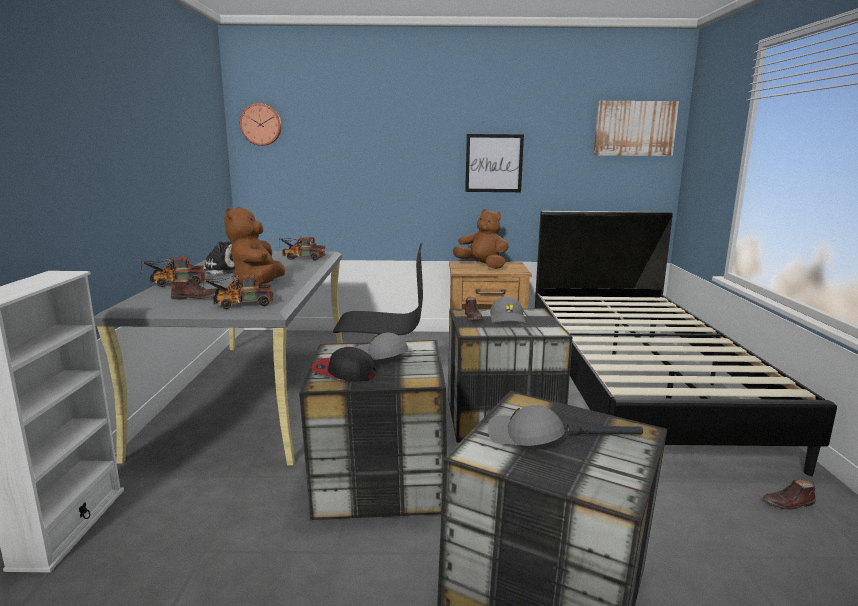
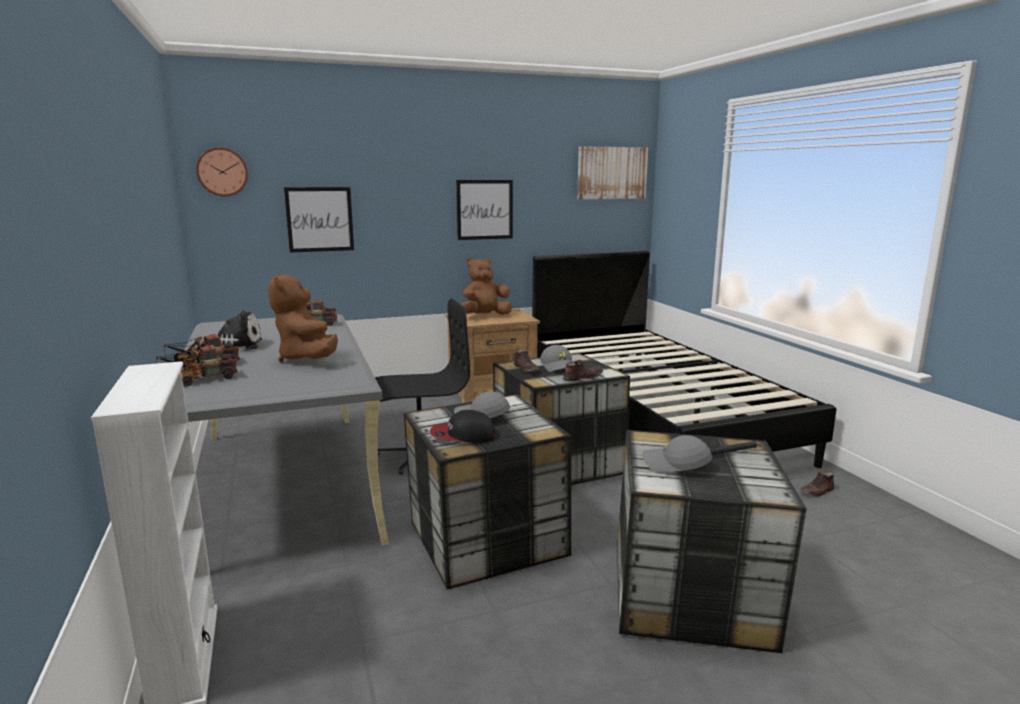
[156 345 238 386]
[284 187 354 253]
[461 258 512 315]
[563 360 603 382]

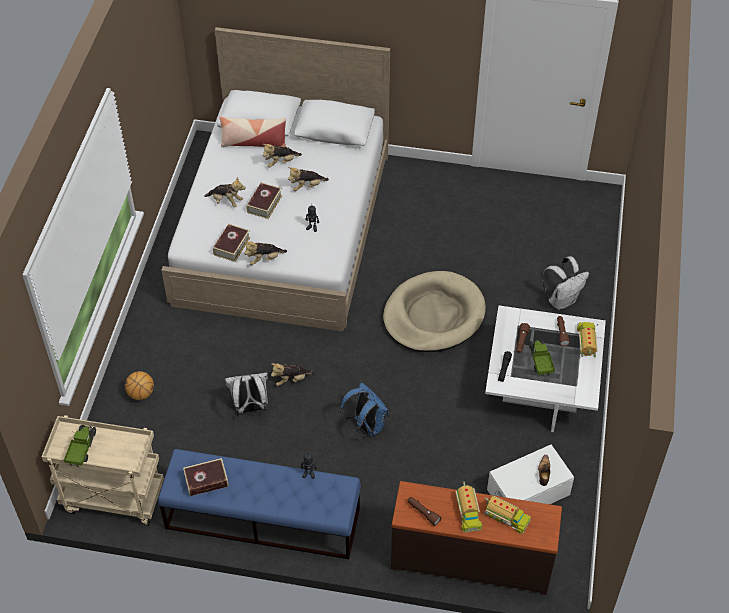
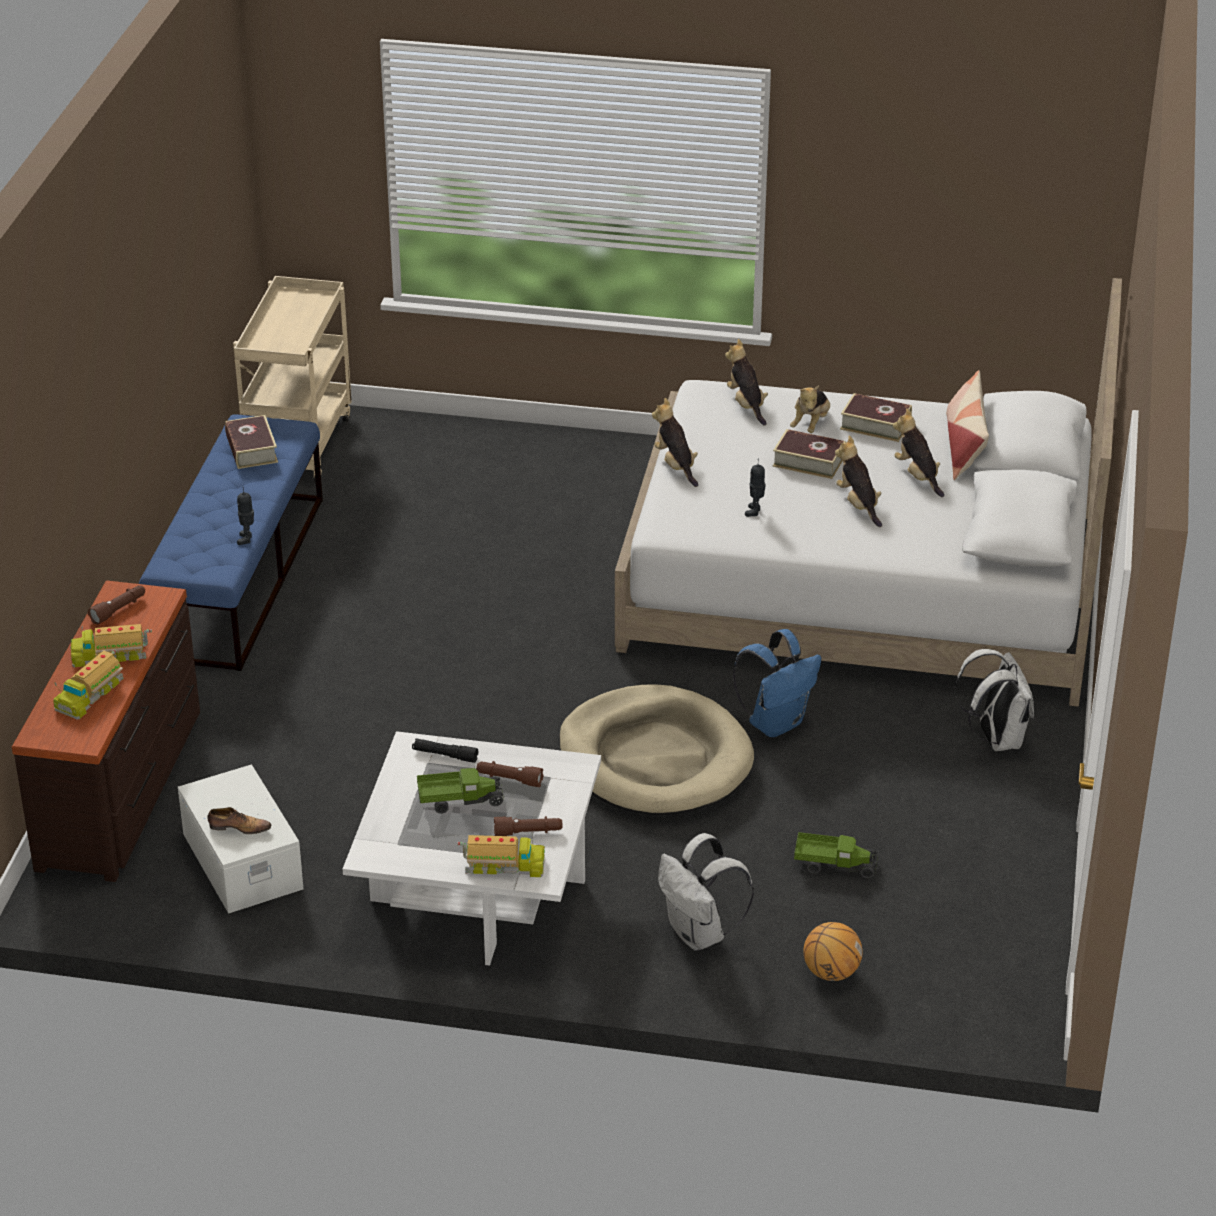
[725 339 768 426]
[733 629 821 737]
[794 832 878 878]
[803 922 863 981]
[840 393 912 442]
[954 649 1034 751]

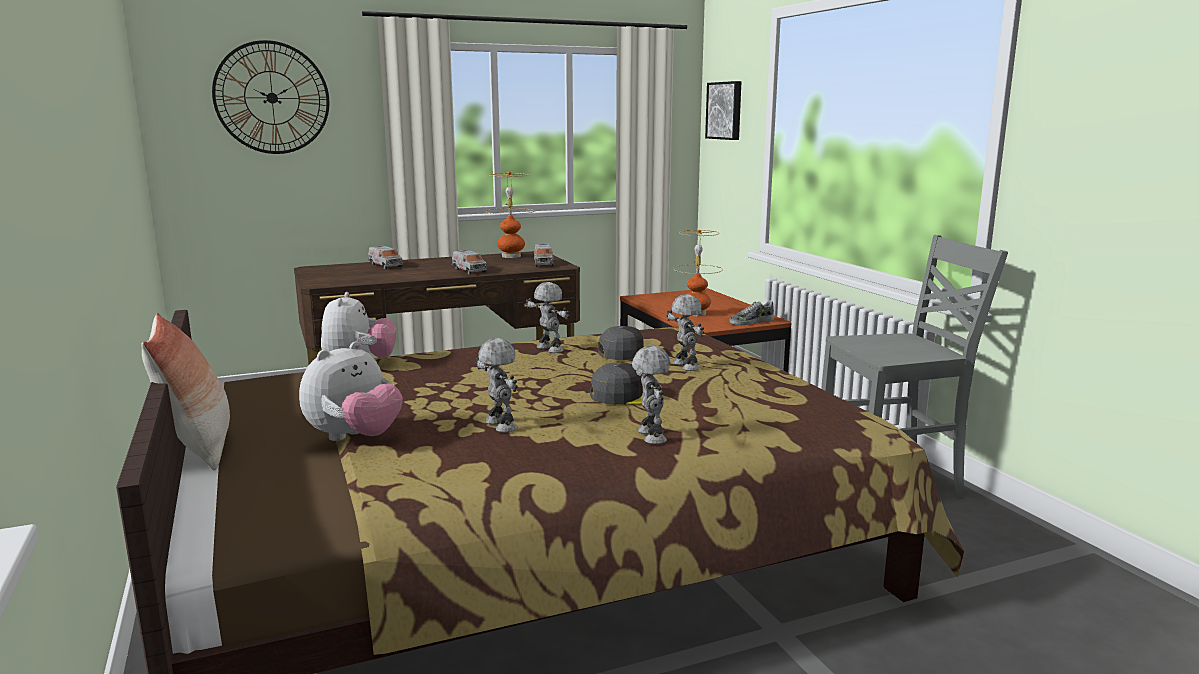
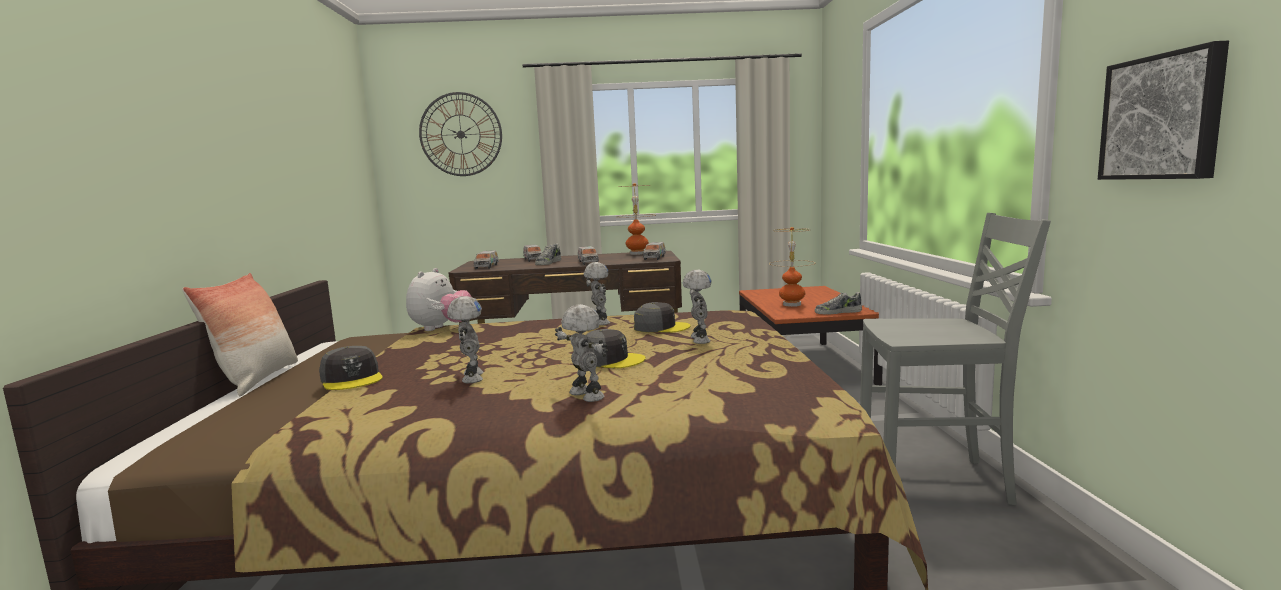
[319 346 383 390]
[474 250 499 269]
[535 244 561 265]
[555 304 608 402]
[1098 41 1229 180]

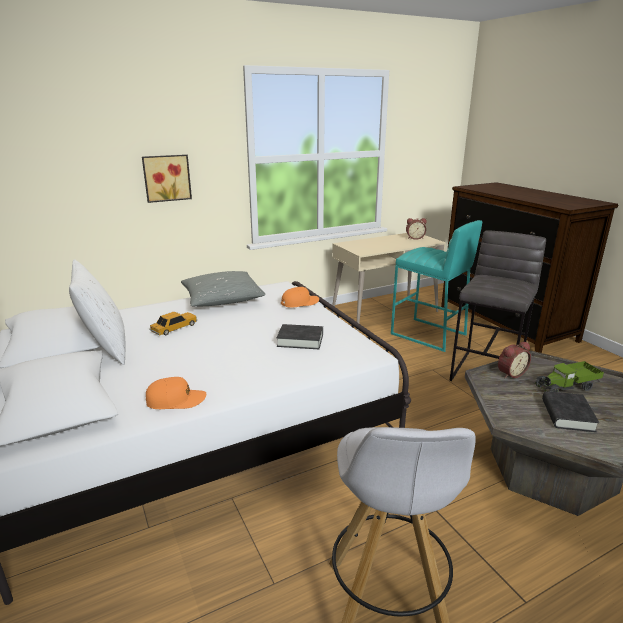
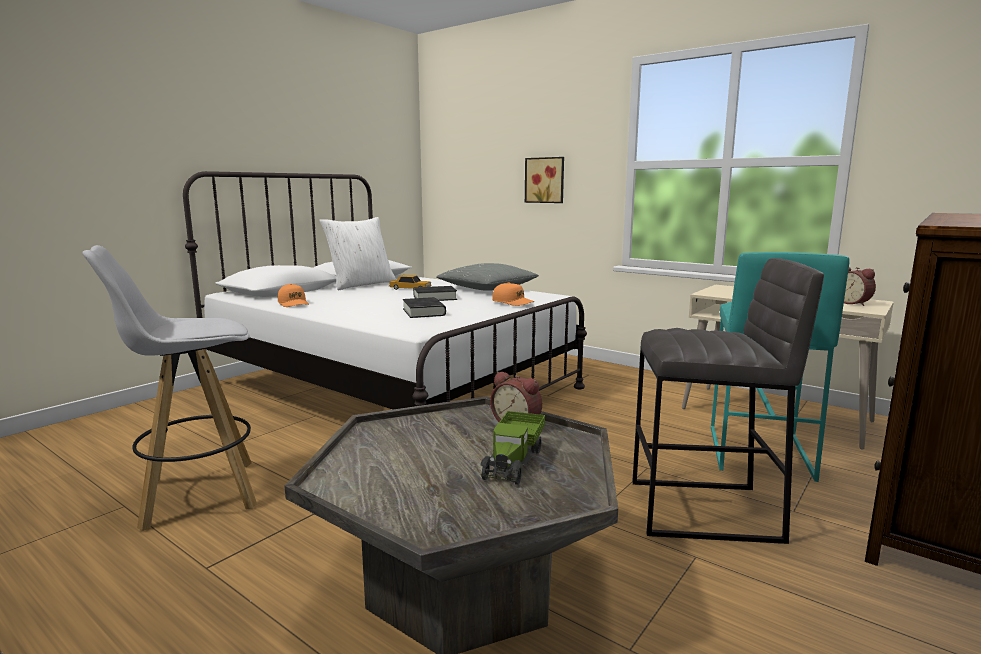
[413 286 457 301]
[481 411 545 485]

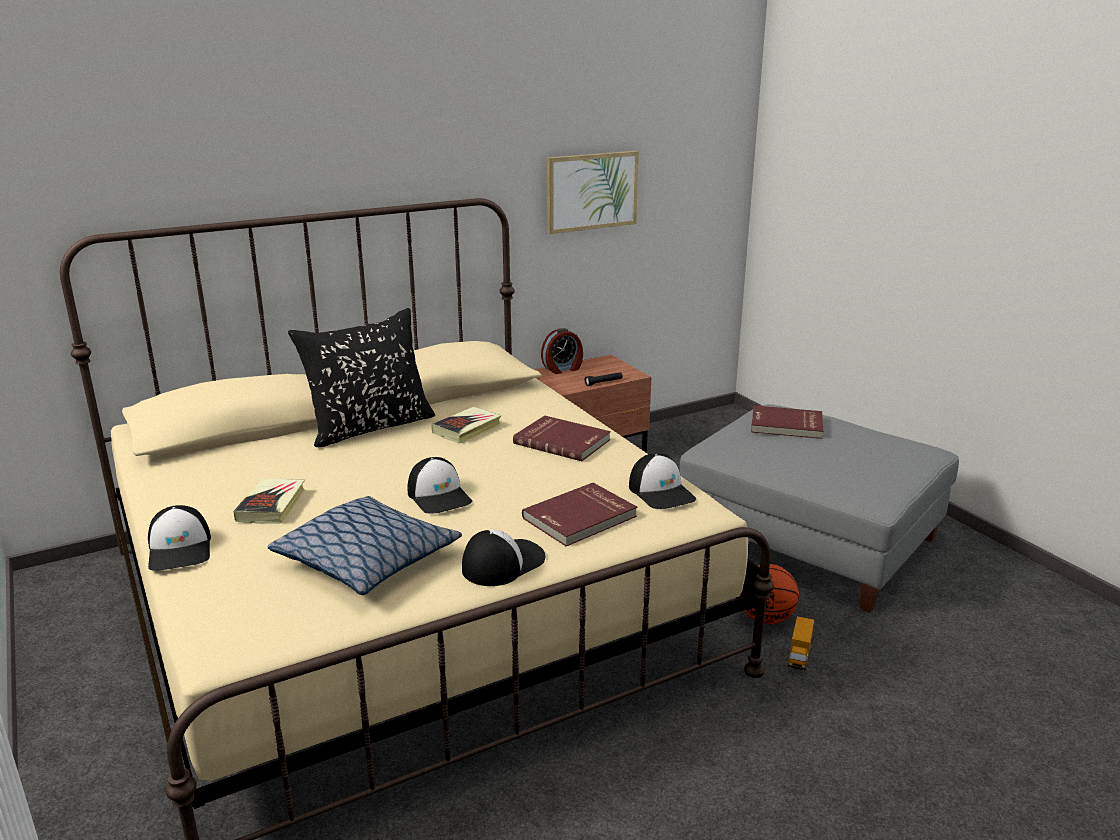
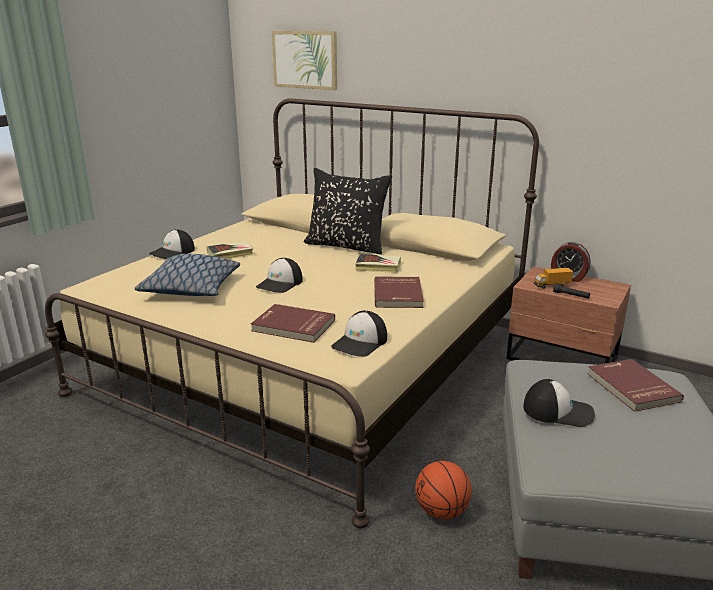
[272 31 337 90]
[523 379 595 427]
[534 268 573 289]

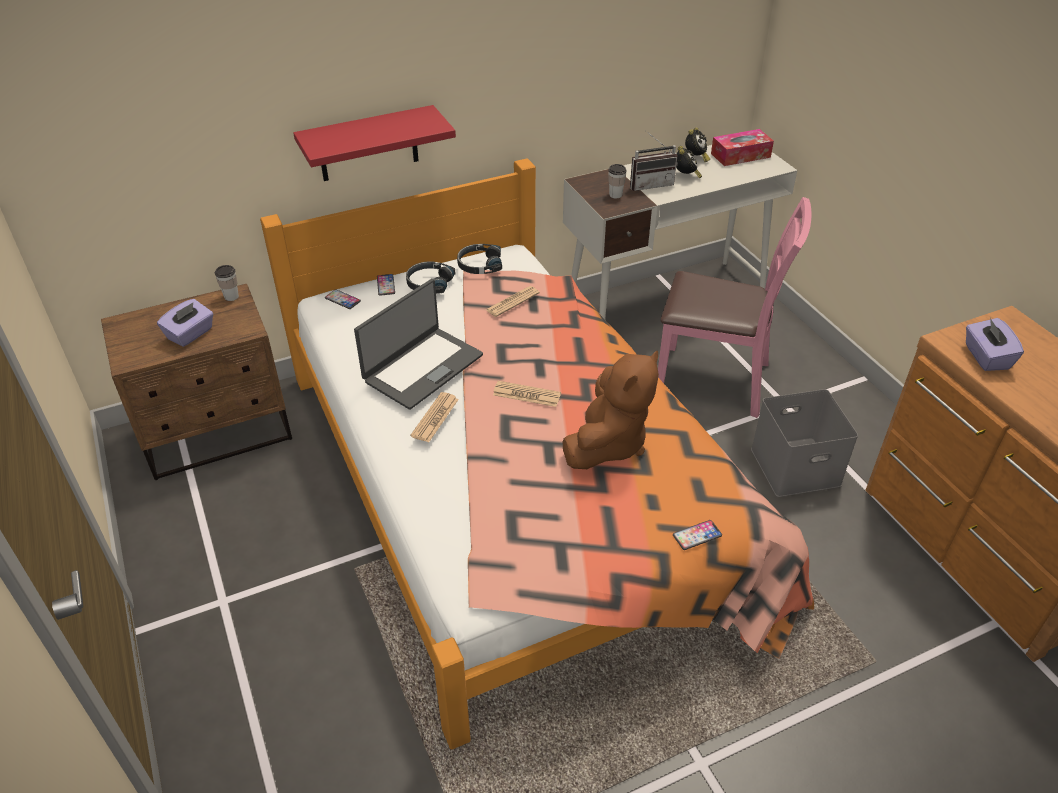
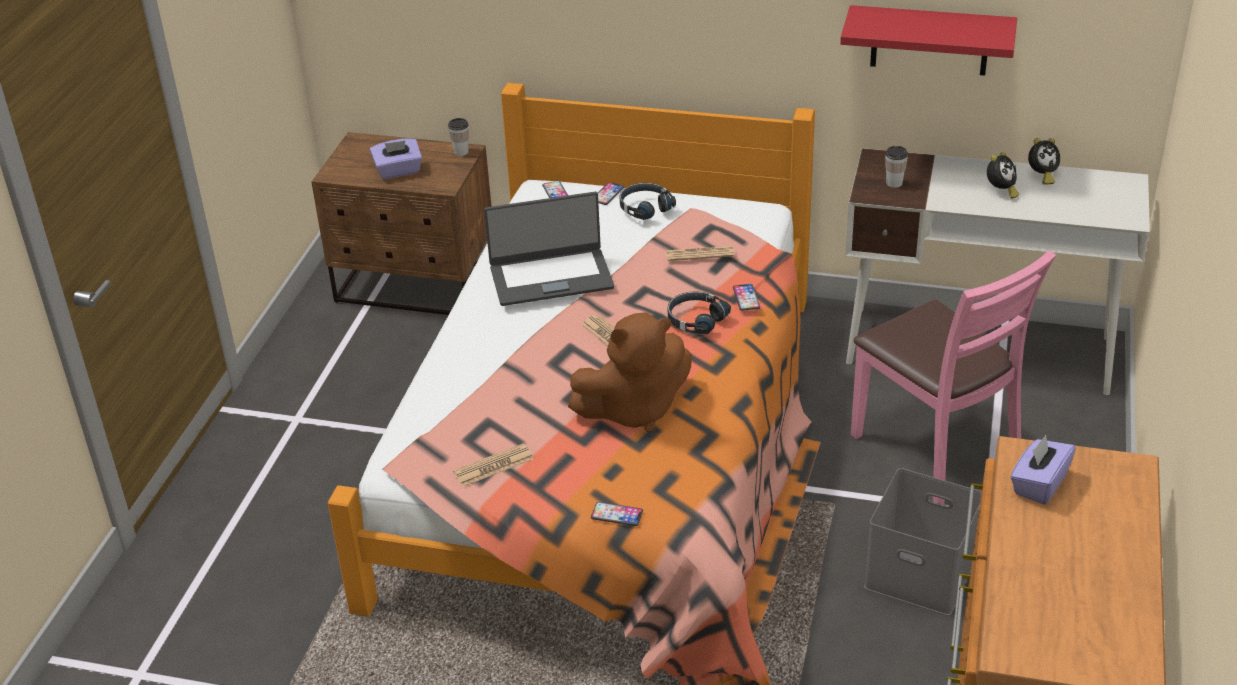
[453 443 534 487]
[668 291 731 335]
[733 284 760 311]
[840 5 1017 76]
[630 131 677 191] (first image)
[711 129 774 166] (first image)

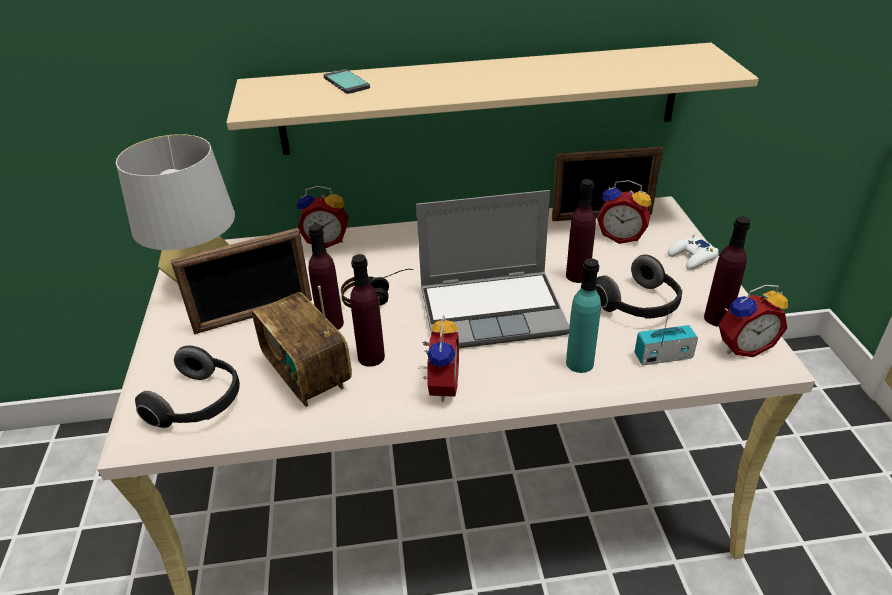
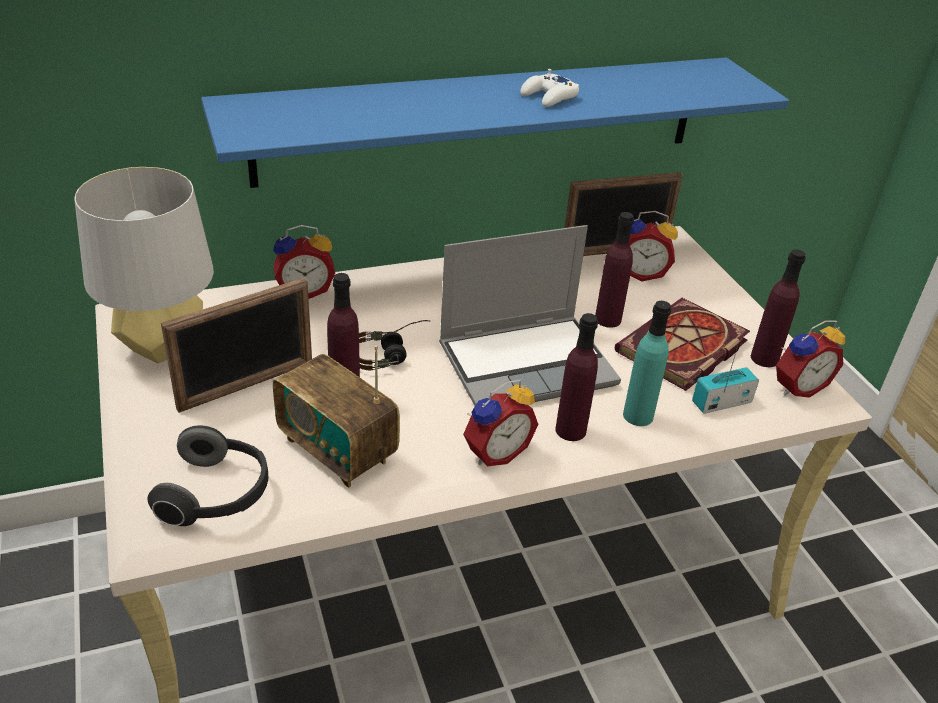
[201 58 789 188]
[463 380 539 466]
[520 69 579 107]
[555 313 598 441]
[615 298 750 391]
[323 69 370 94] (first image)

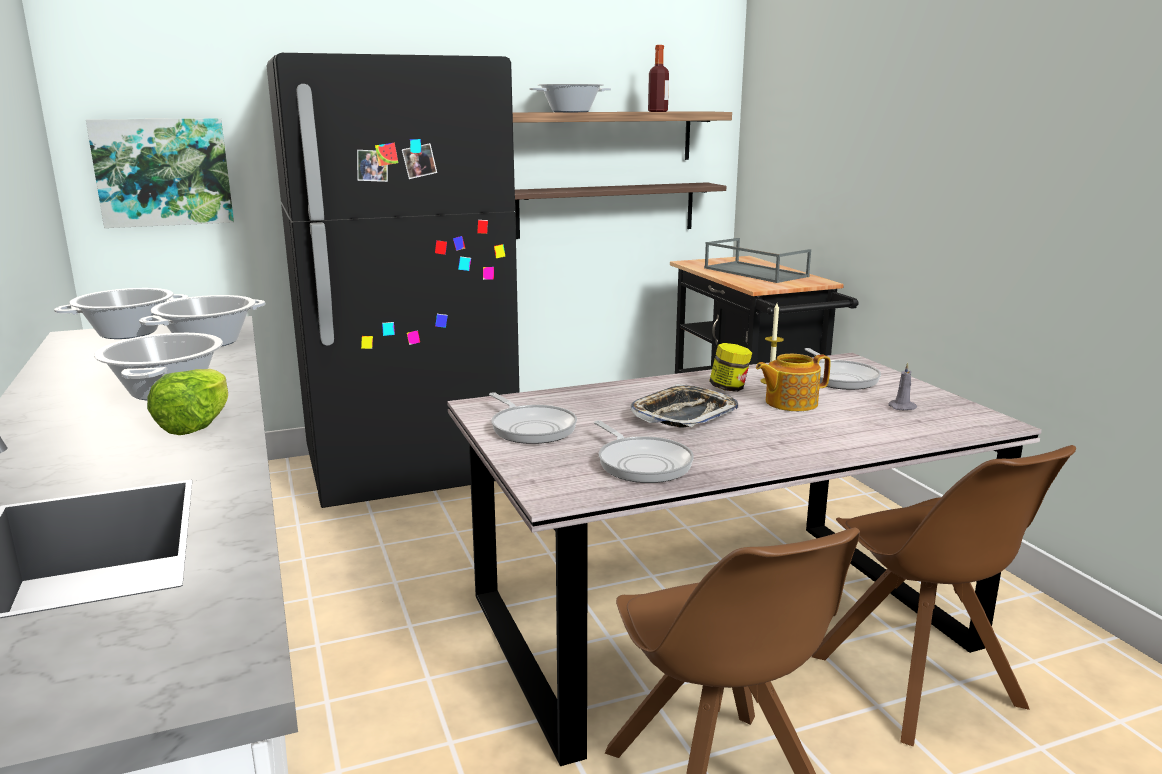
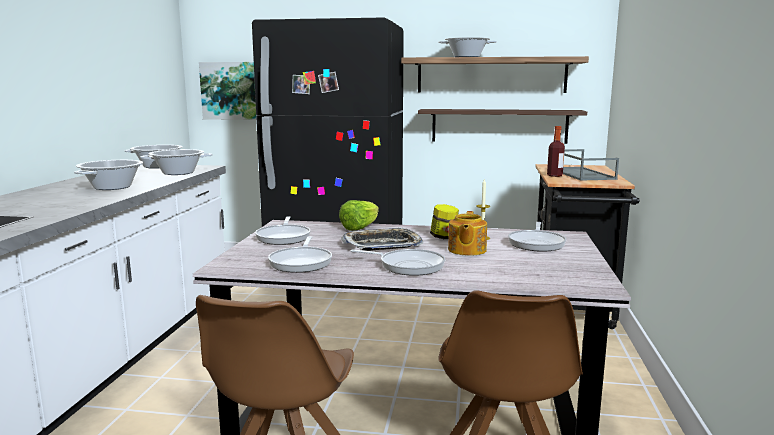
[339 200 379 231]
[350 249 445 276]
[448 211 487 256]
[547 126 565 177]
[888 363 917 410] (first image)

